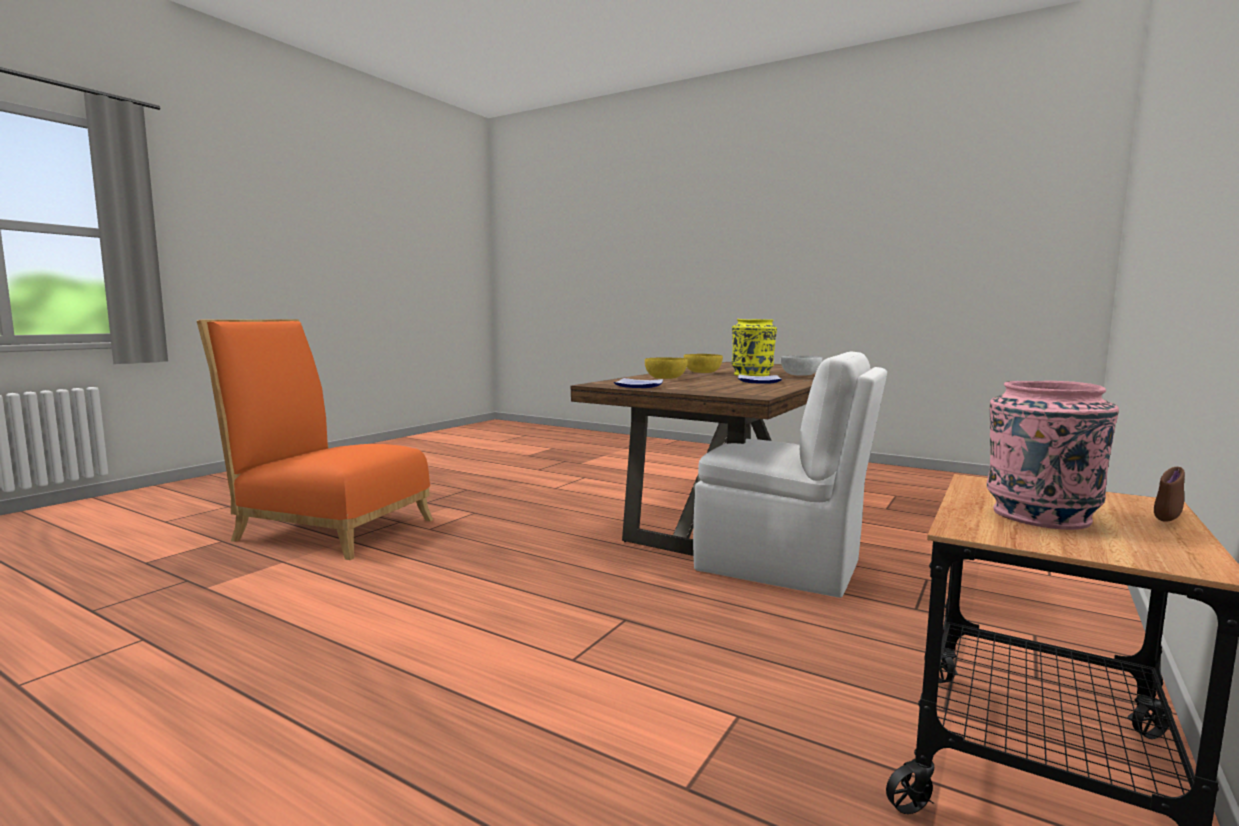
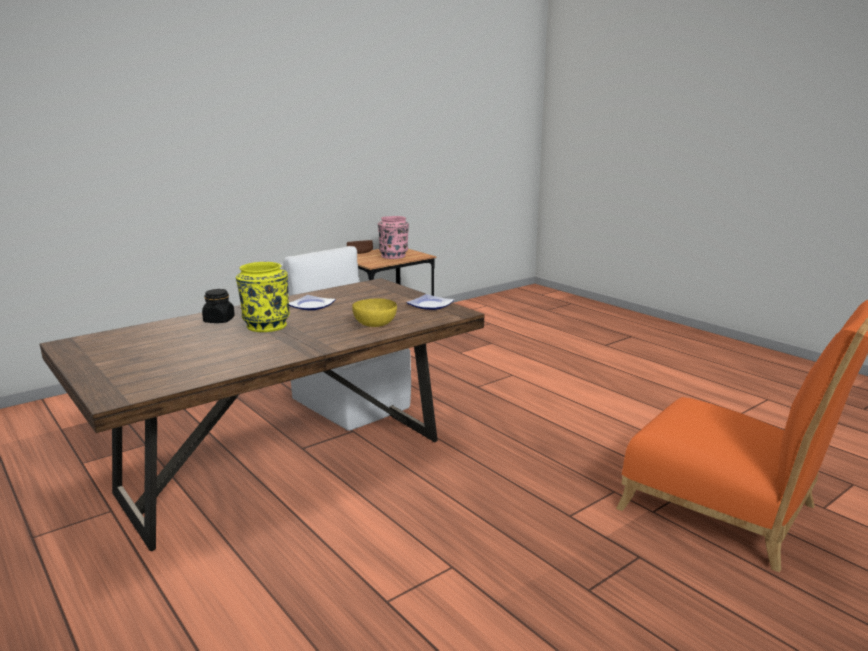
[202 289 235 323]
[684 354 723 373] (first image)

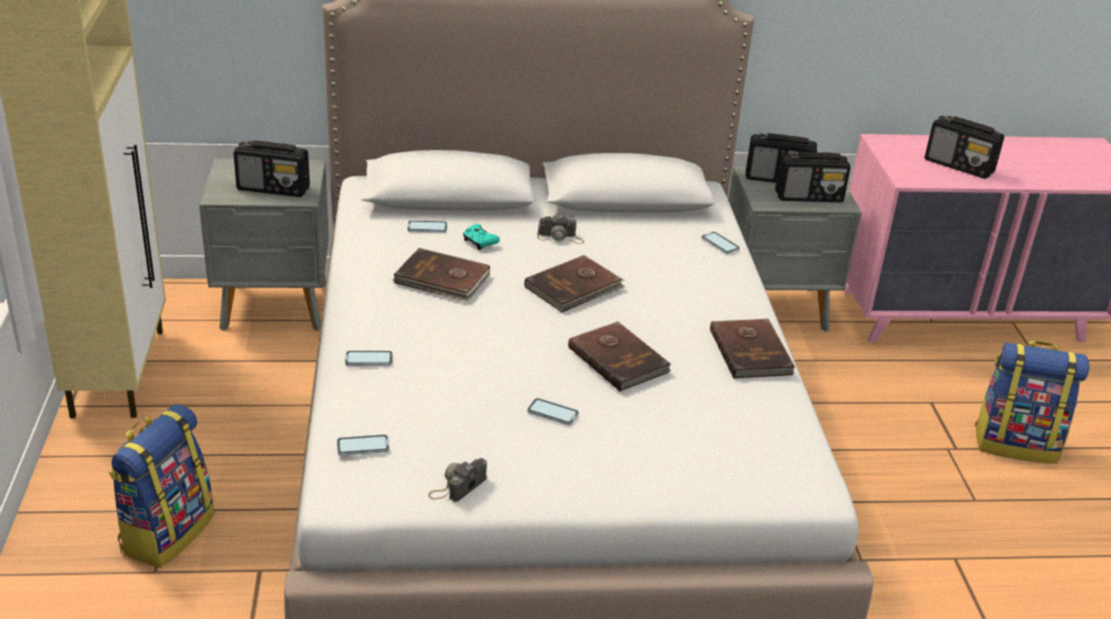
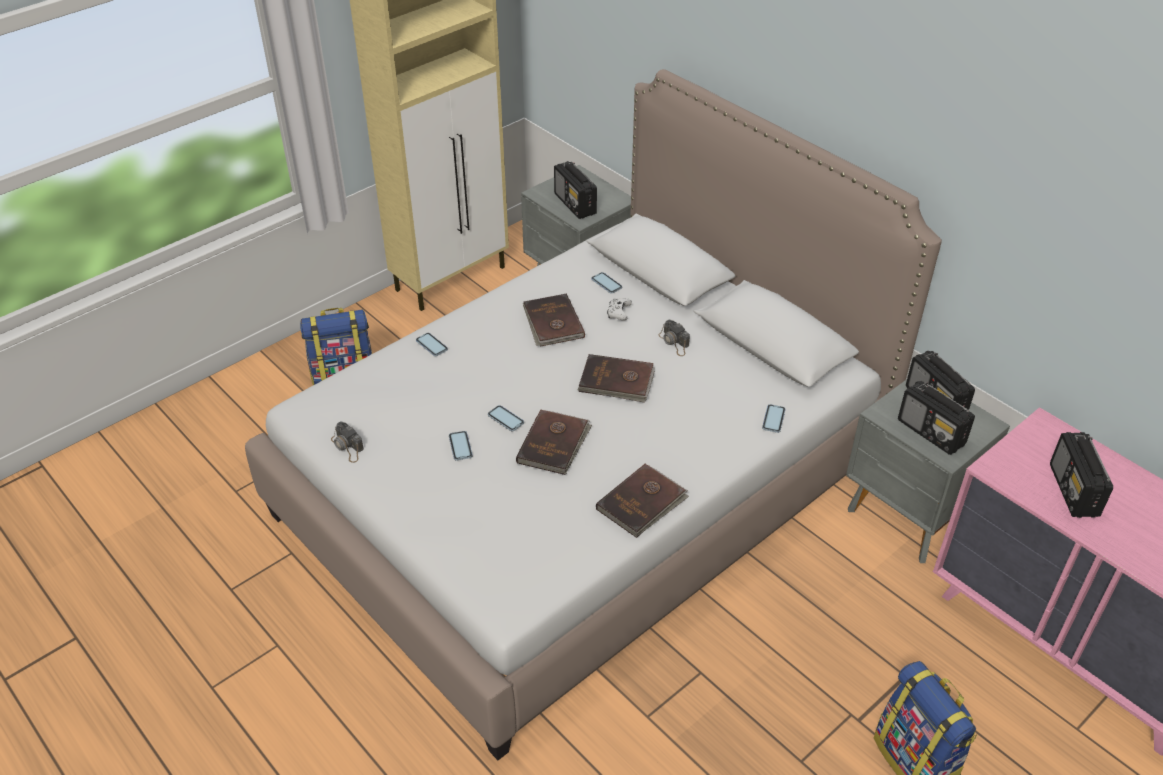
[331 421 364 463]
[488 405 524 431]
[607 298 632 321]

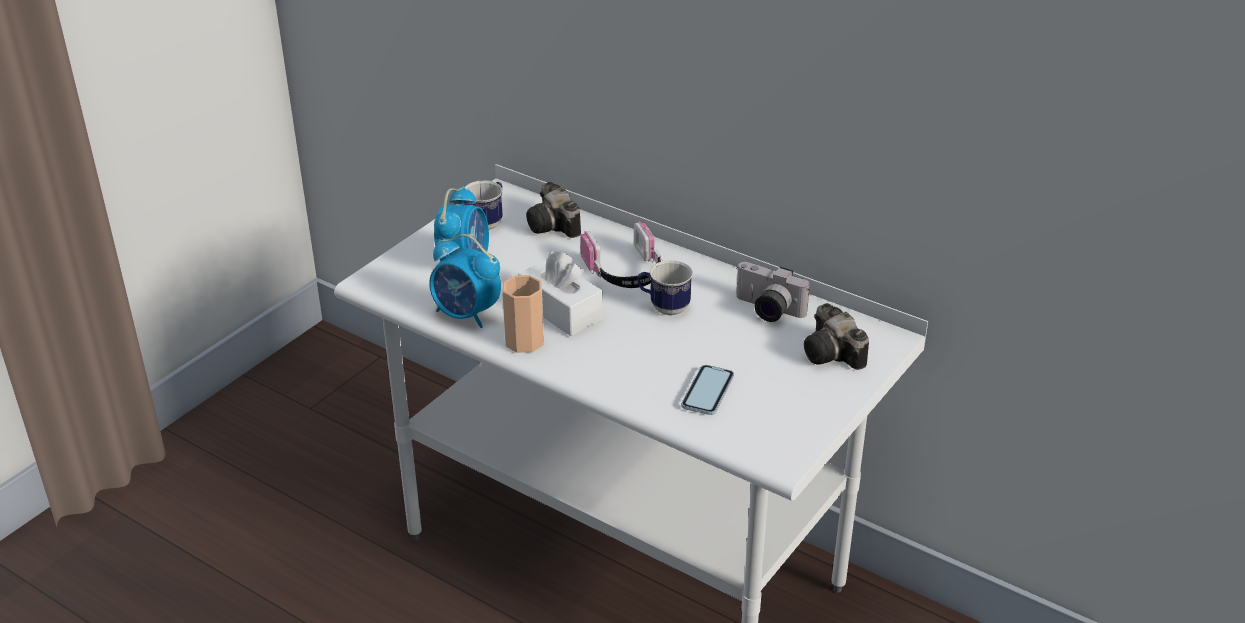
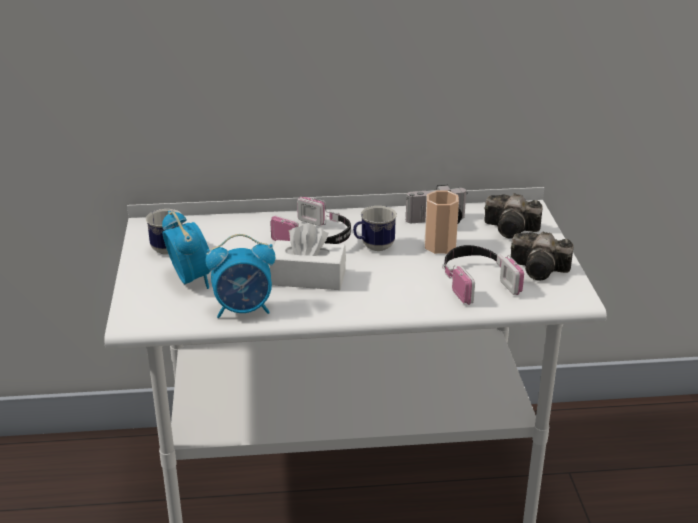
[425 190 459 254]
[443 245 524 305]
[511 231 573 280]

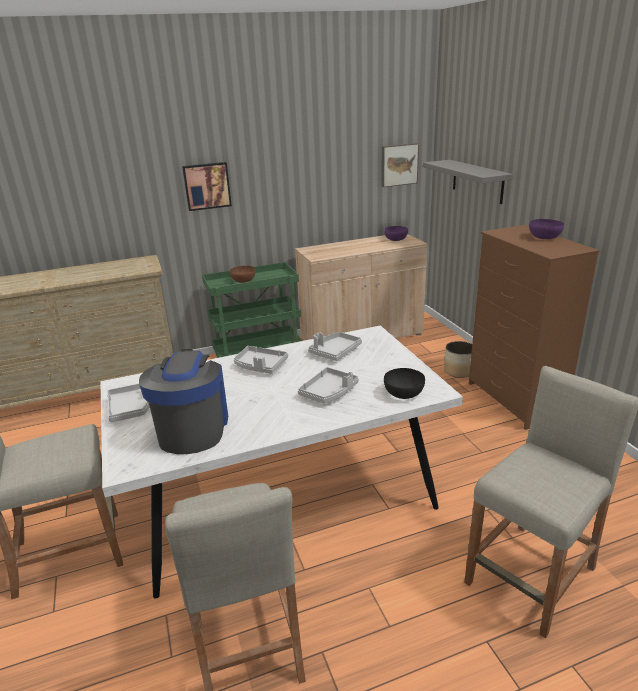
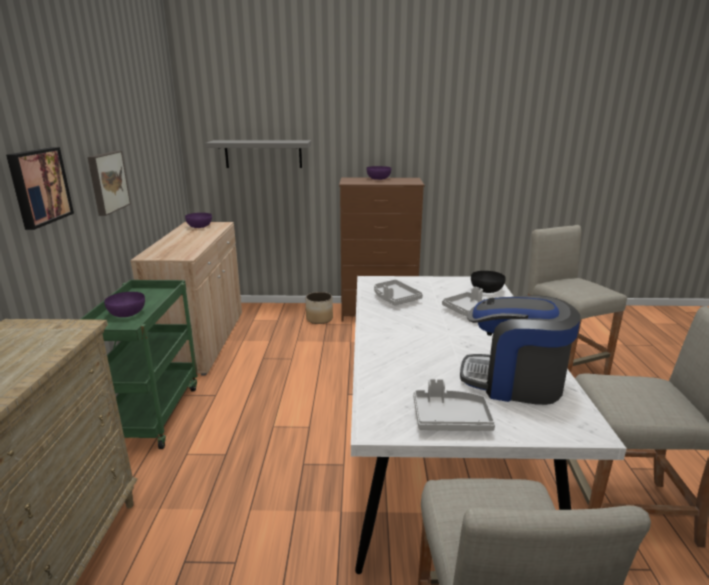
[88 151 131 216]
[104 292 145 317]
[234 346 288 374] (first image)

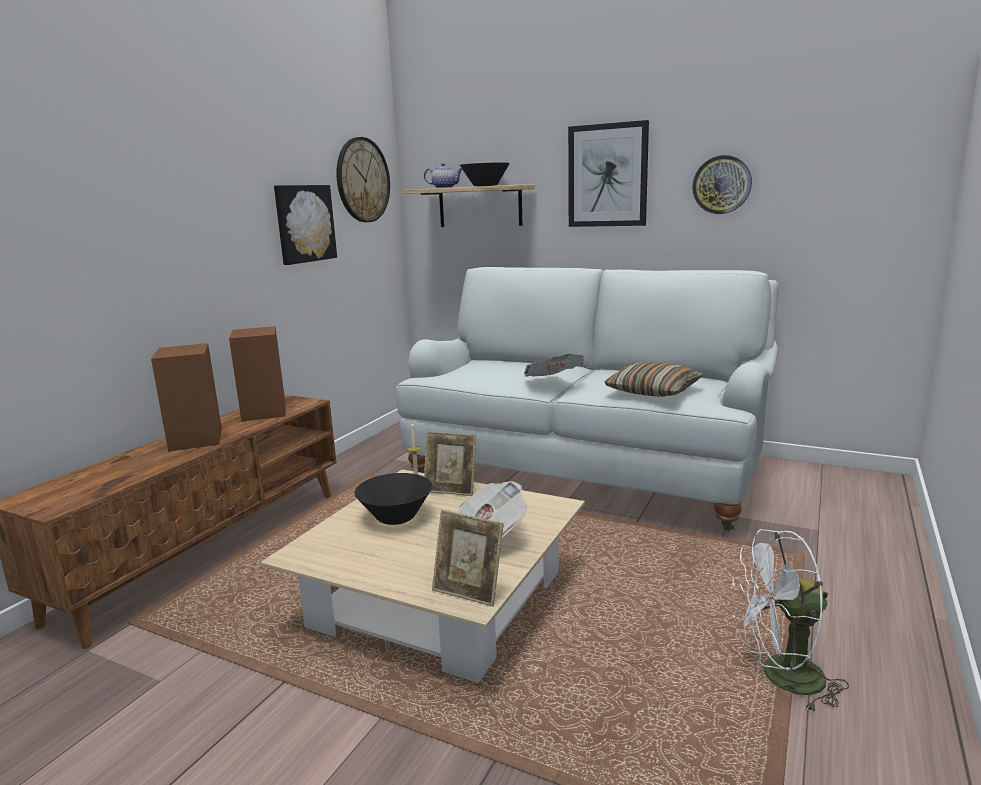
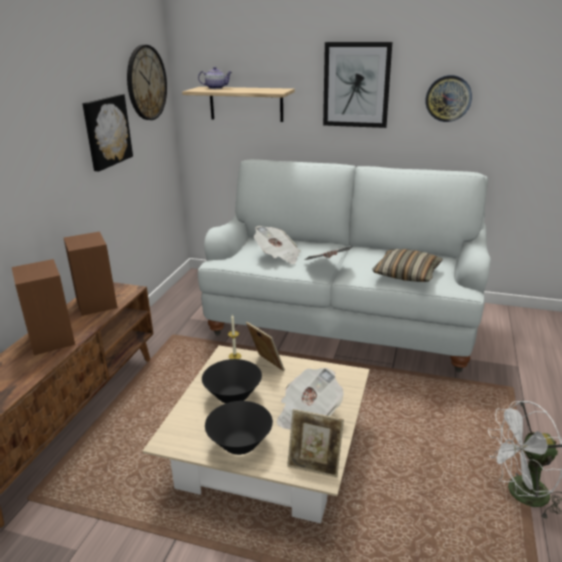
[205 401 273 455]
[246 322 285 371]
[254 226 301 264]

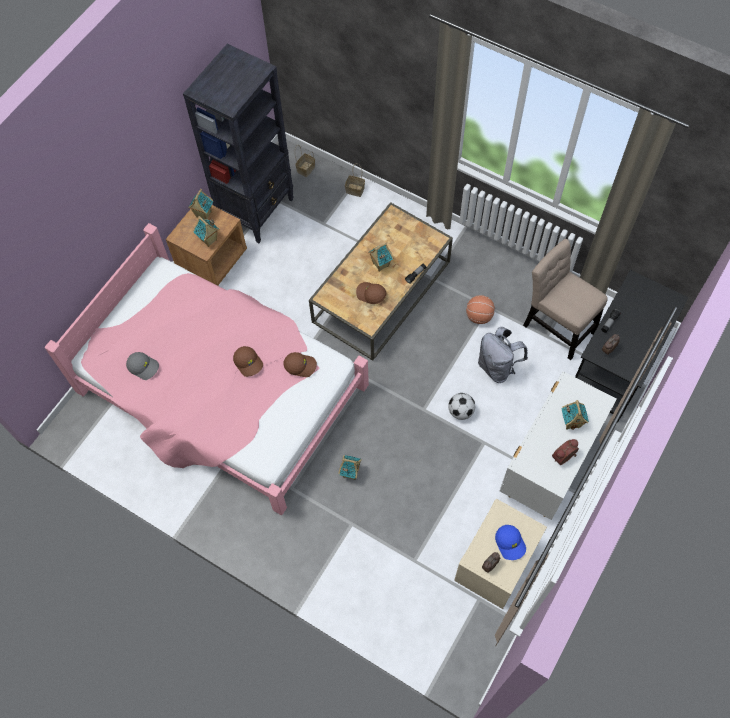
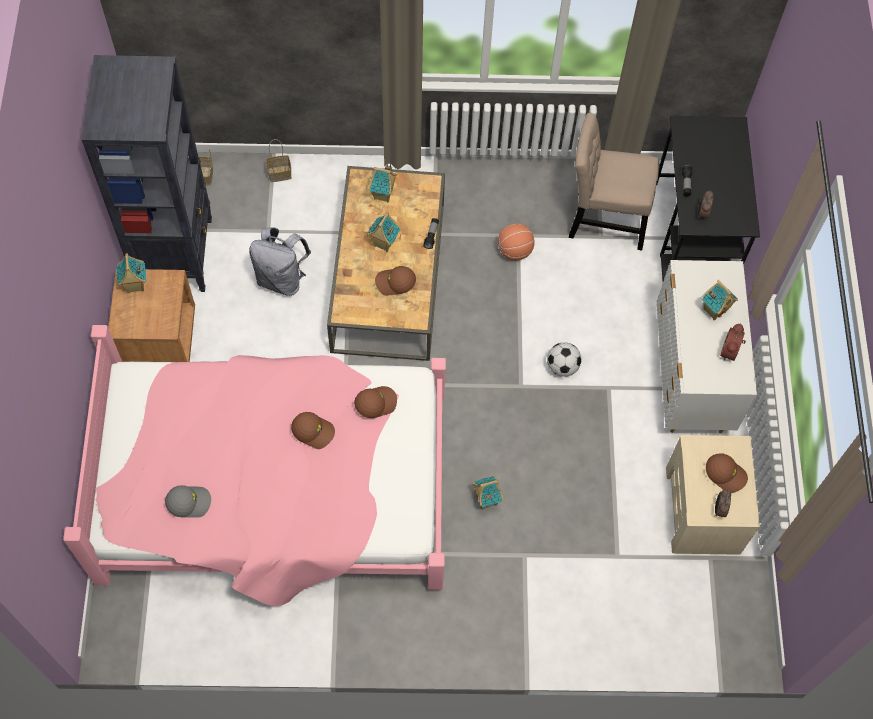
[249 227 311 296]
[368 164 397 203]
[706 453 748 493]

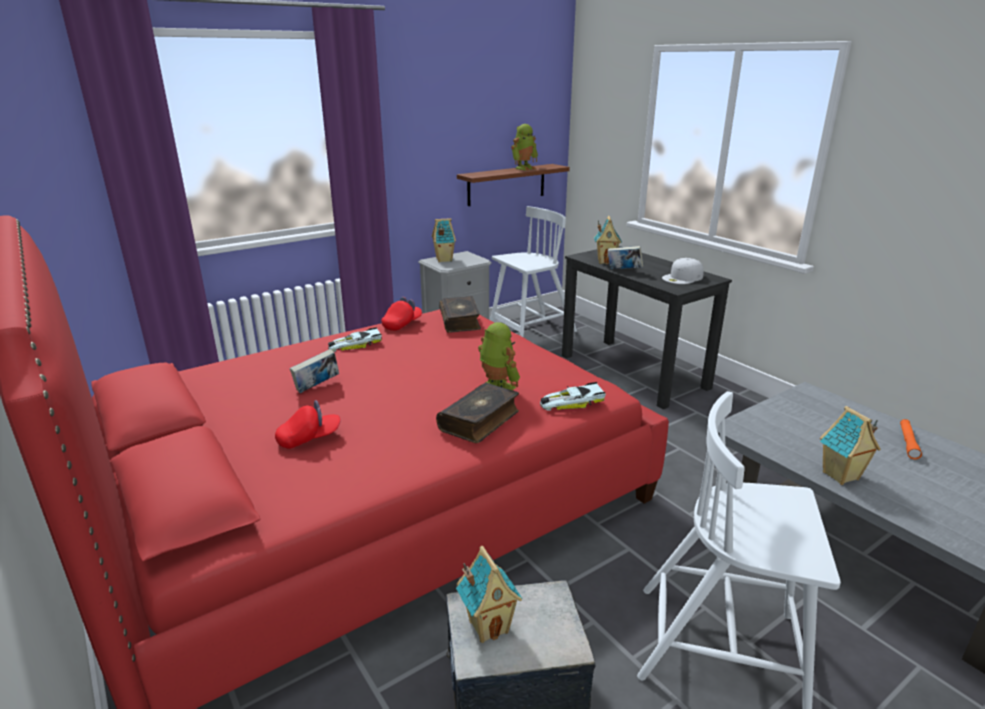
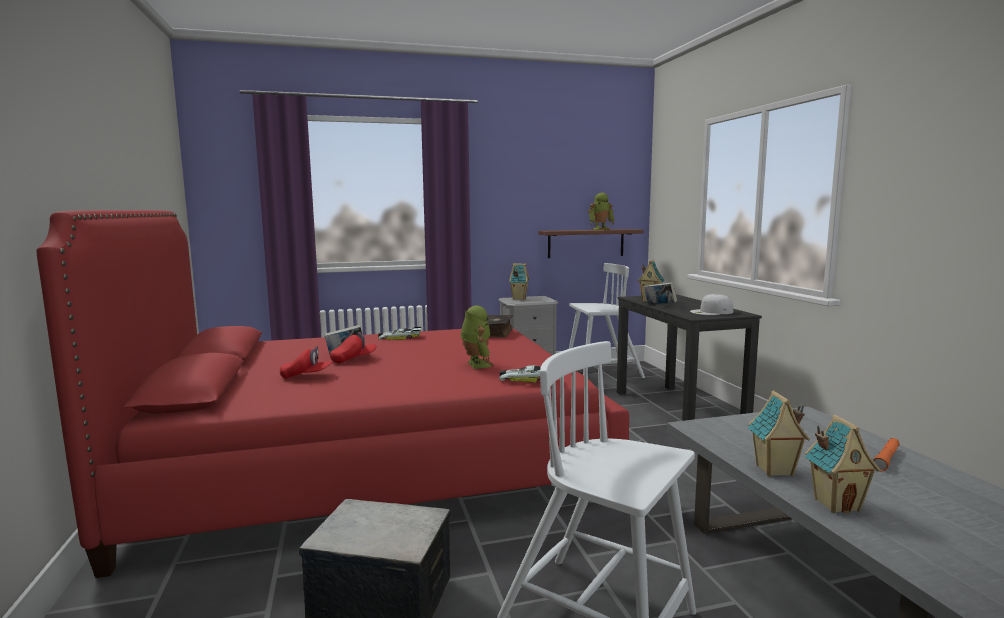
[330 332 377 363]
[805 415 880 513]
[436 383 519 443] (first image)

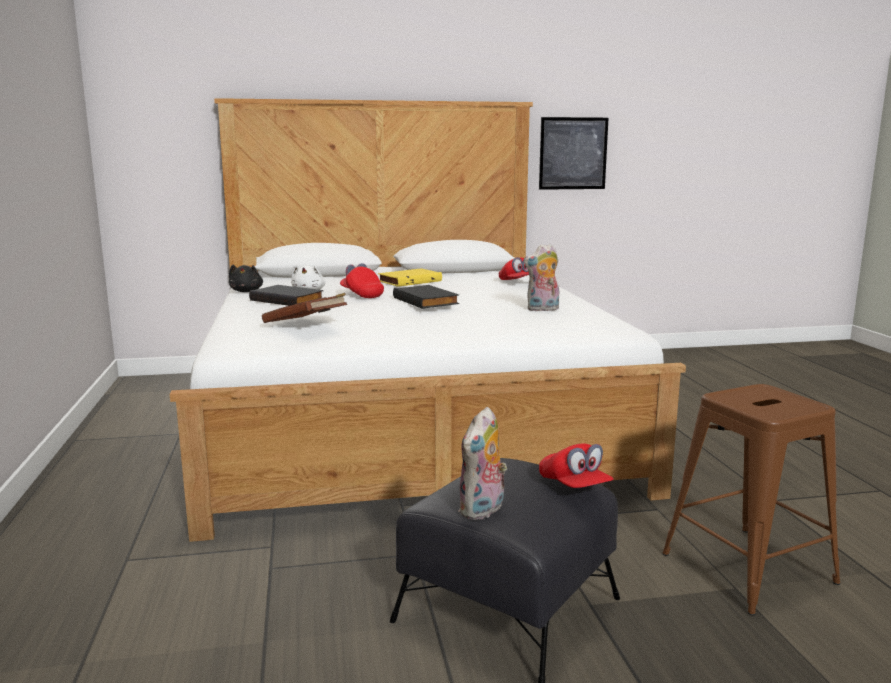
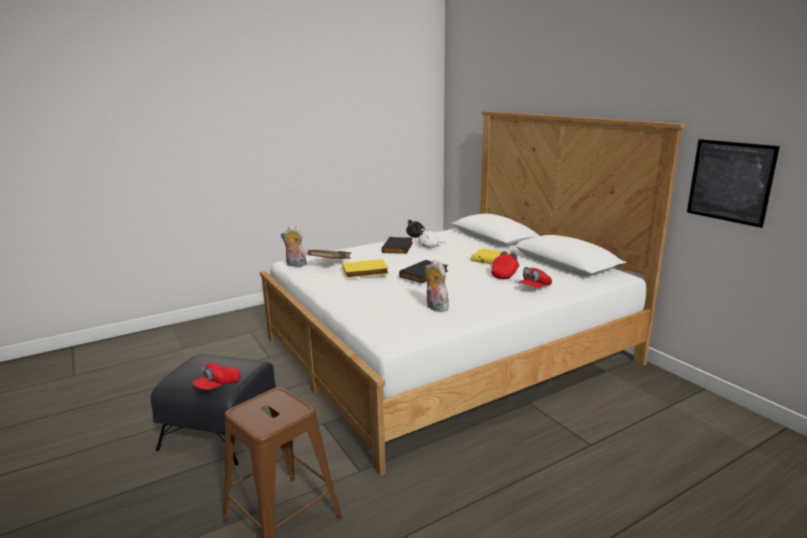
[281 226 307 267]
[342 259 389 278]
[491 251 519 279]

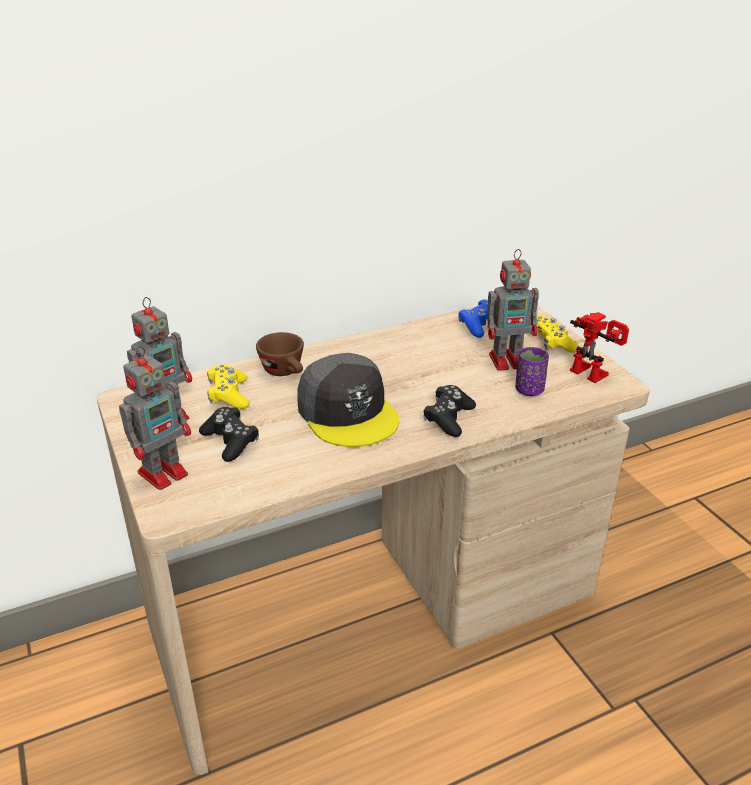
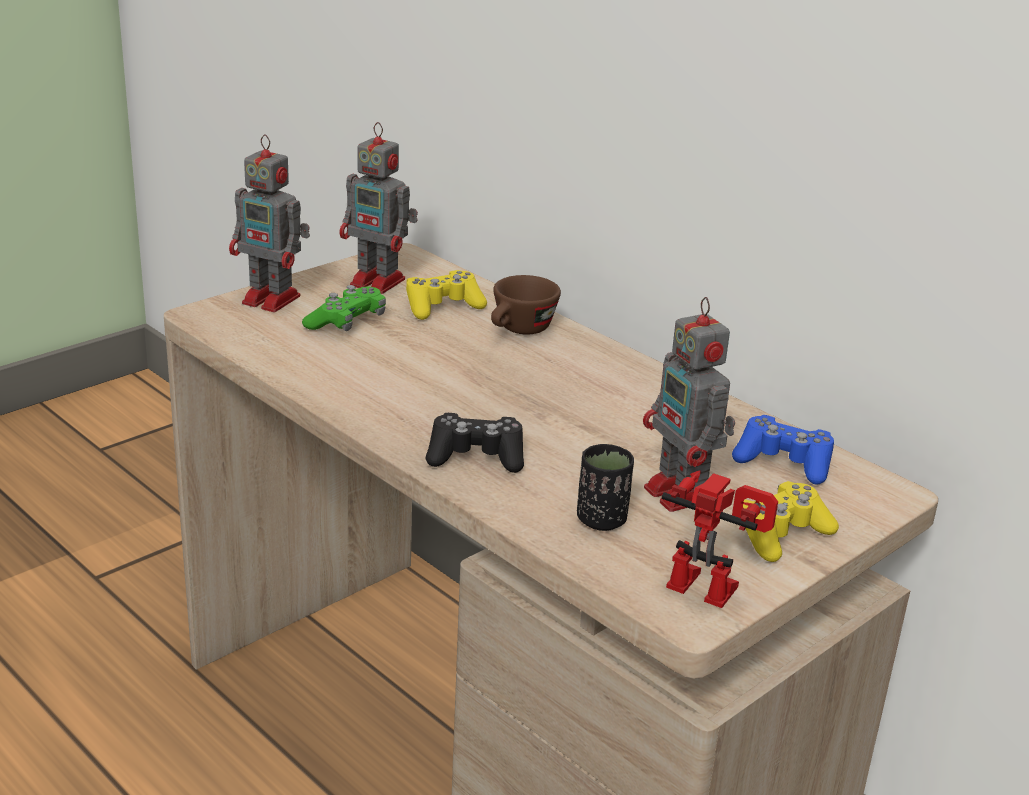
[302 285 386 331]
[577 444 634 531]
[662 470 778 608]
[297 353 399 447] (first image)

